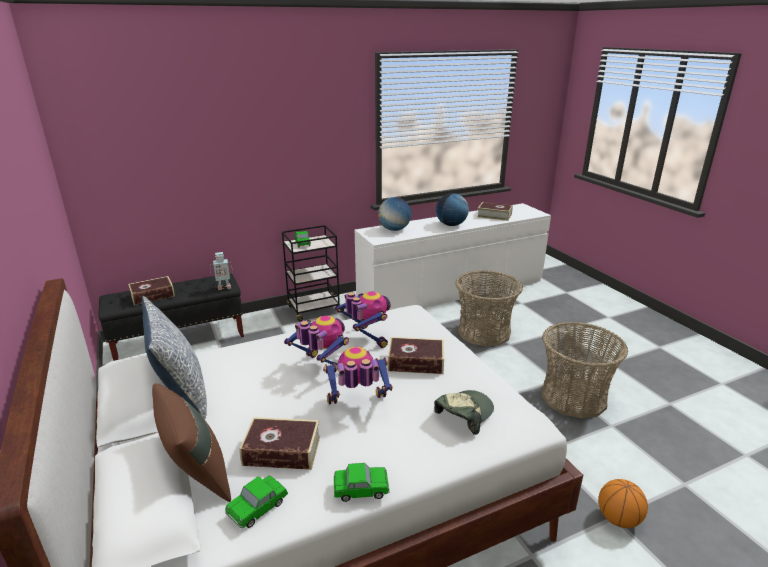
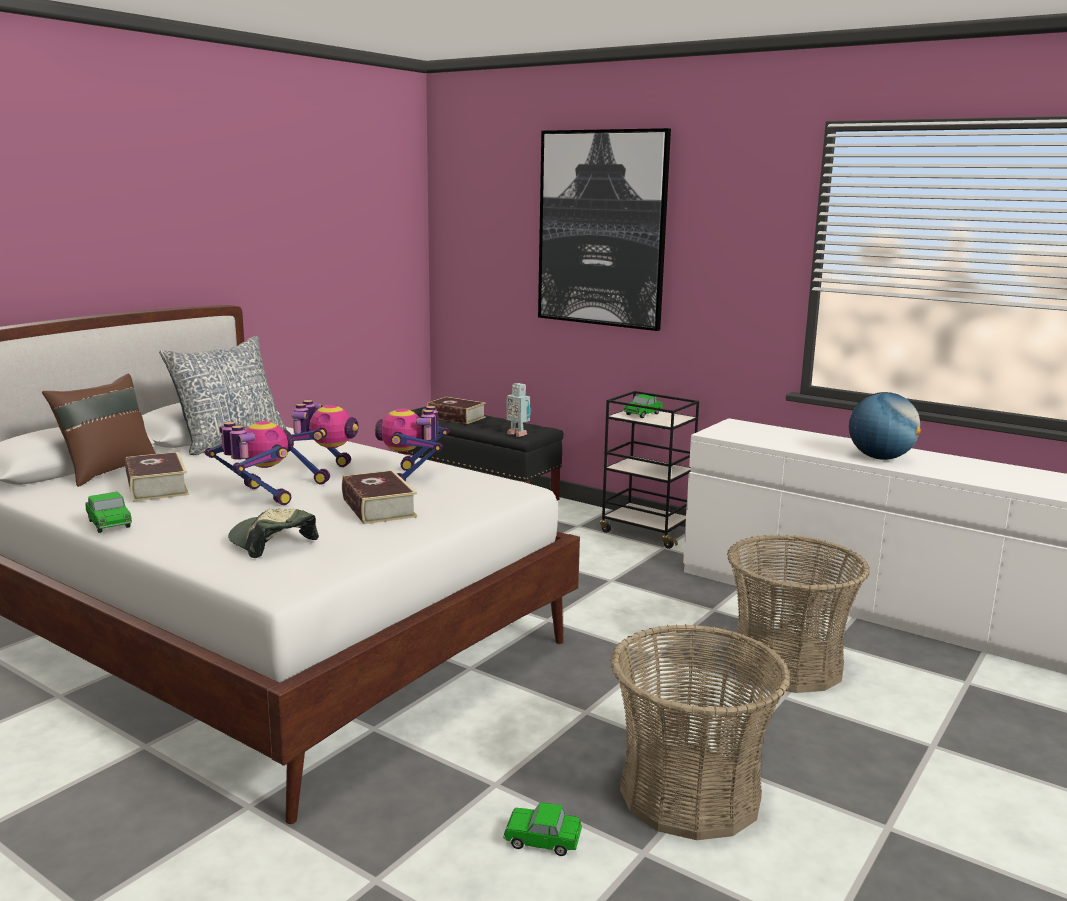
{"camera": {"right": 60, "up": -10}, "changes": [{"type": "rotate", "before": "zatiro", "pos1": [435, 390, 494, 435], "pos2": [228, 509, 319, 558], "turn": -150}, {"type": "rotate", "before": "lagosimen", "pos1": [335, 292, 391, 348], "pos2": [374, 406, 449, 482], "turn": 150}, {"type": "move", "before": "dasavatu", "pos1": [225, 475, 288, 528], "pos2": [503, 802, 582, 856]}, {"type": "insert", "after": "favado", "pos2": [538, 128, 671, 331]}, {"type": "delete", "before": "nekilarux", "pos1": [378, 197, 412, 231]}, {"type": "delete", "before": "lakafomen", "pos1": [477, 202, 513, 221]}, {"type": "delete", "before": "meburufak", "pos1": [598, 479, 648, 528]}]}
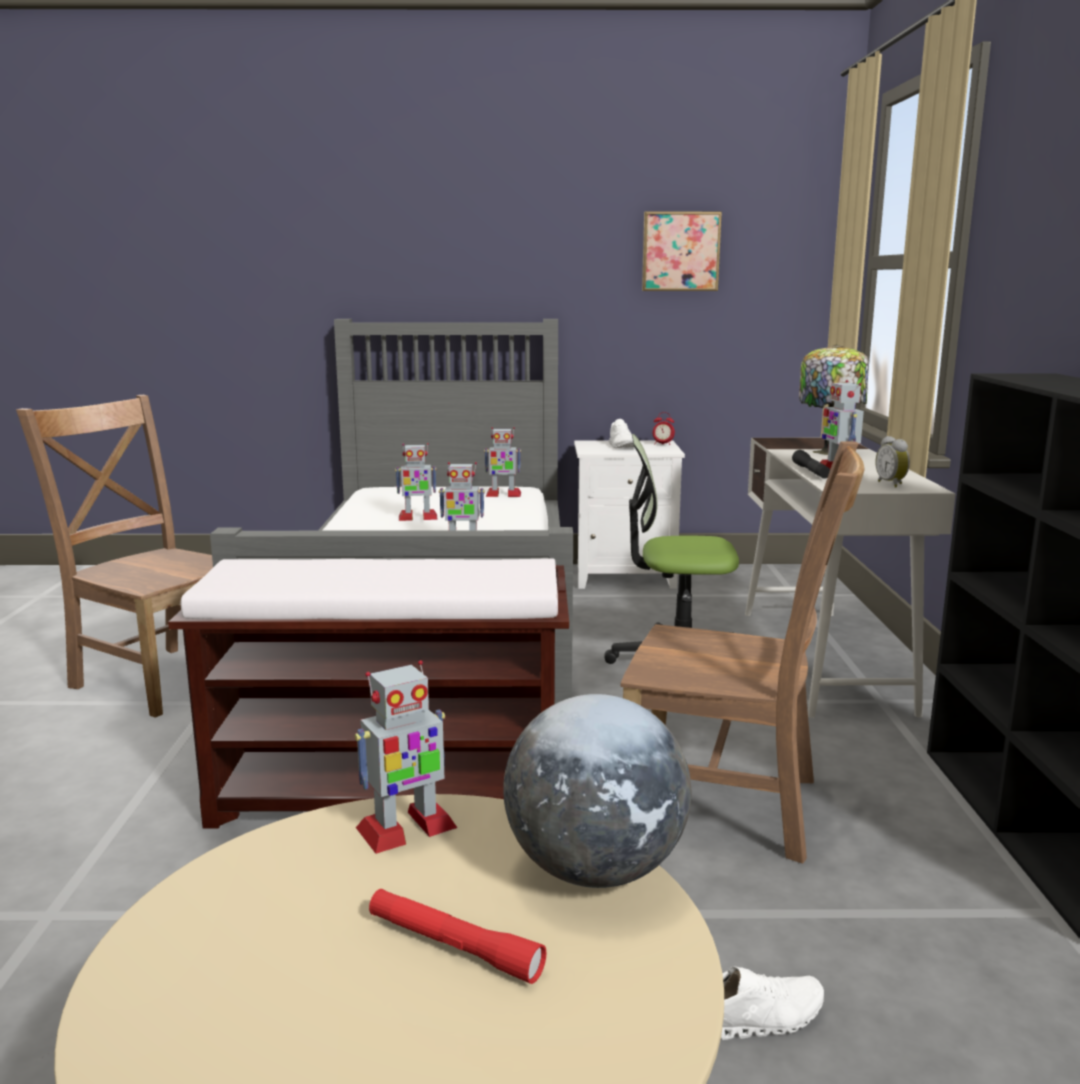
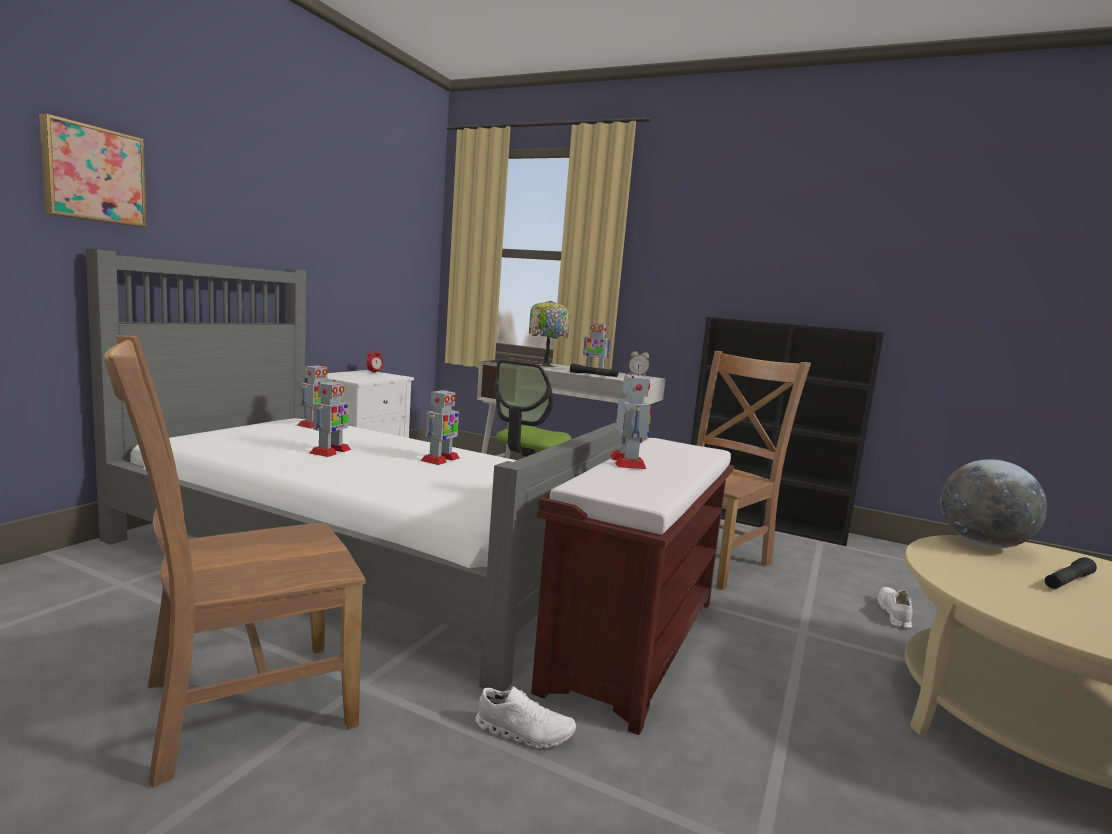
{"camera": {"right": -65, "up": -5}, "changes": [{"type": "move", "before": "favado", "pos1": [642, 212, 722, 291], "pos2": [39, 113, 146, 227]}, {"type": "move", "before": "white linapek", "pos1": [608, 419, 634, 448], "pos2": [476, 686, 576, 748]}, {"type": "move", "before": "lagosimen", "pos1": [354, 660, 457, 854], "pos2": [610, 372, 652, 469]}, {"type": "recolor", "before": "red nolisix", "after": "black nolisix", "pos1": [369, 889, 546, 984], "pos2": [1045, 557, 1097, 589]}]}
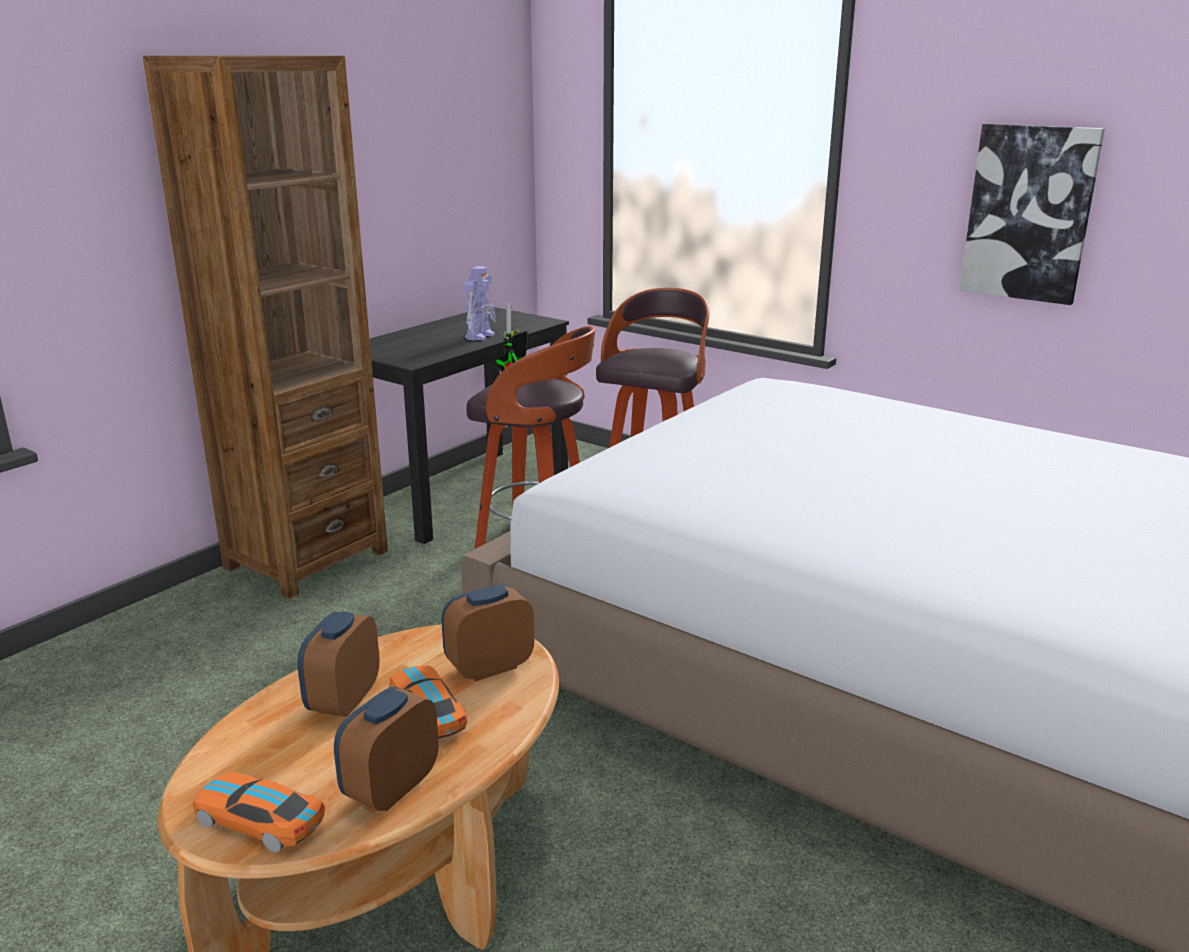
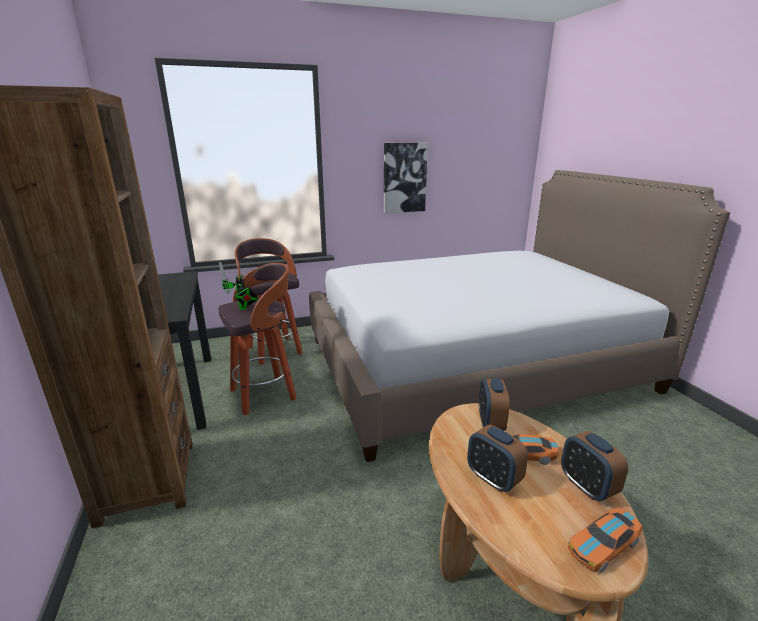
{"camera": {"right": -55, "up": 0}, "changes": [{"type": "delete", "before": "lagosimen", "pos1": [464, 266, 496, 340]}]}
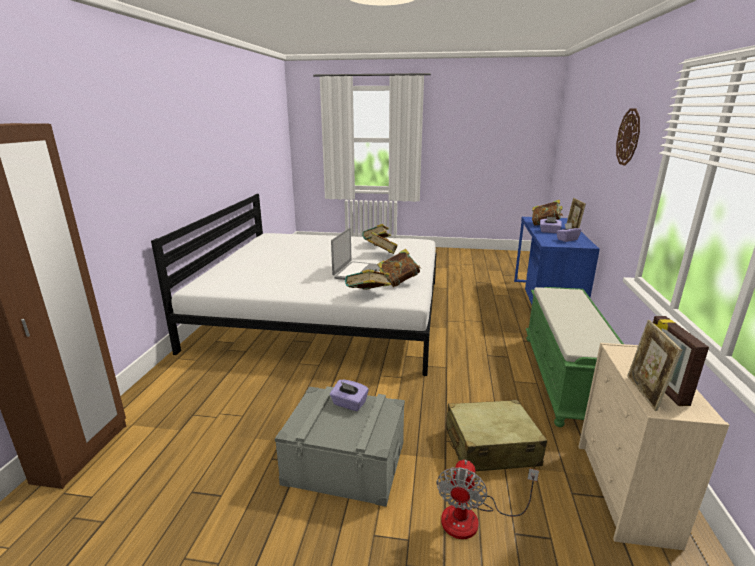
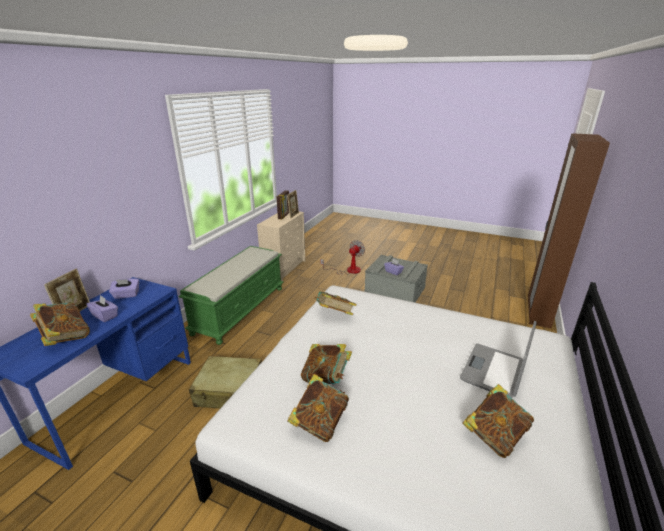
{"camera": {"right": -165, "up": 5}, "changes": [{"type": "move", "before": "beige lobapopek", "pos1": [446, 400, 547, 471], "pos2": [189, 356, 262, 409]}, {"type": "move", "before": "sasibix", "pos1": [331, 228, 380, 280], "pos2": [460, 321, 537, 398]}, {"type": "move", "before": "lakafomen", "pos1": [345, 269, 391, 290], "pos2": [462, 384, 534, 458]}, {"type": "delete", "before": "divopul", "pos1": [616, 108, 640, 166]}]}
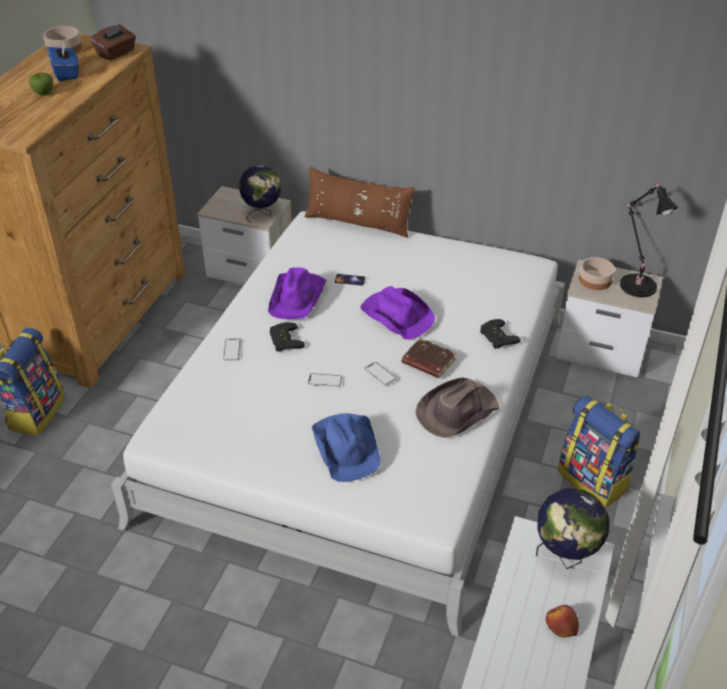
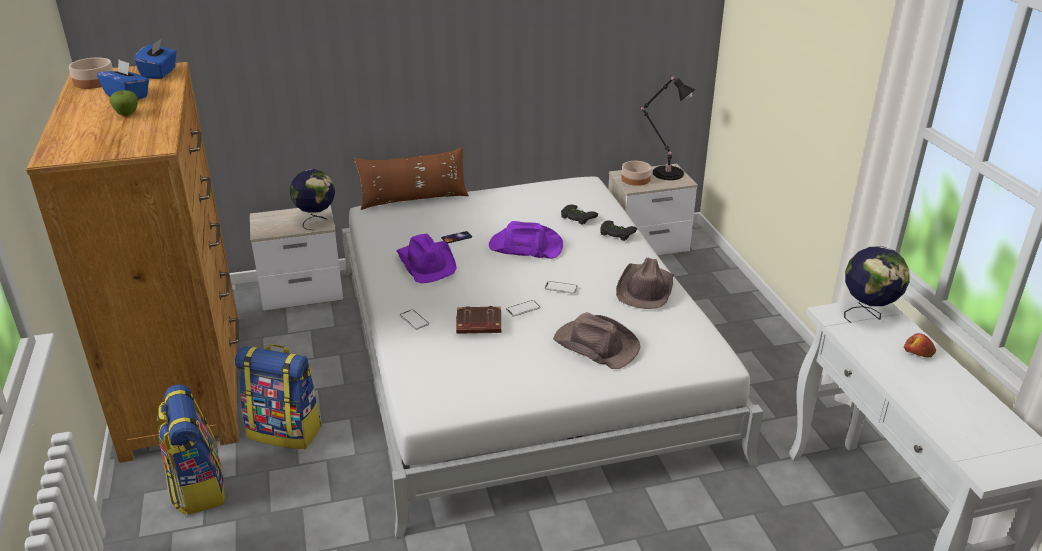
{"camera": {"right": -35, "up": -10}, "changes": [{"type": "recolor", "before": "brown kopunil", "after": "blue kopunil", "pos1": [91, 23, 136, 61], "pos2": [134, 38, 177, 79]}, {"type": "move", "before": "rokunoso", "pos1": [558, 395, 641, 508], "pos2": [235, 344, 322, 449]}, {"type": "move", "before": "brown lakafomen", "pos1": [402, 338, 456, 378], "pos2": [456, 306, 501, 334]}, {"type": "recolor", "before": "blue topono", "after": "brown topono", "pos1": [312, 413, 381, 482], "pos2": [553, 312, 641, 369]}, {"type": "move", "before": "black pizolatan", "pos1": [270, 322, 305, 352], "pos2": [561, 205, 598, 225]}]}
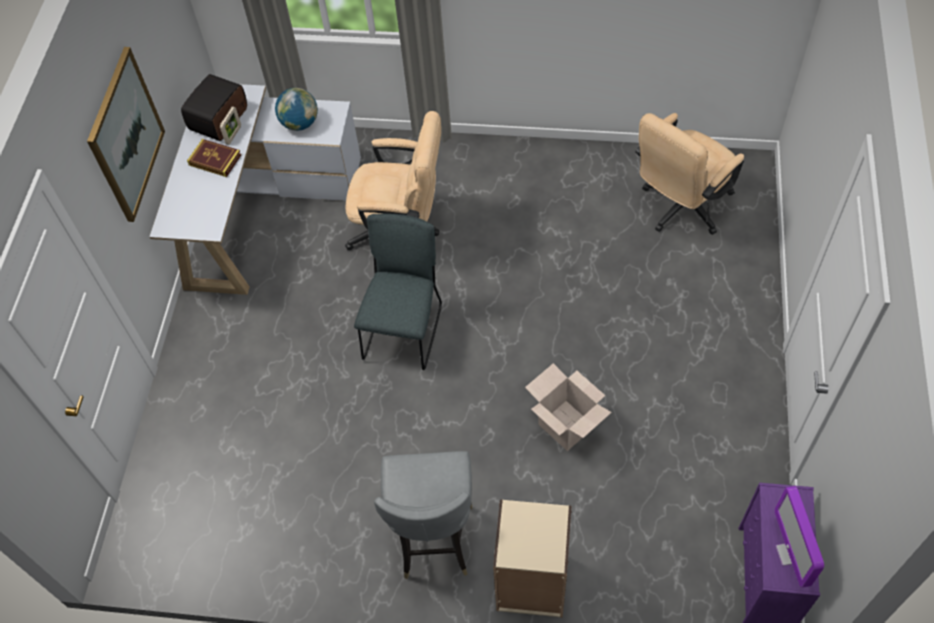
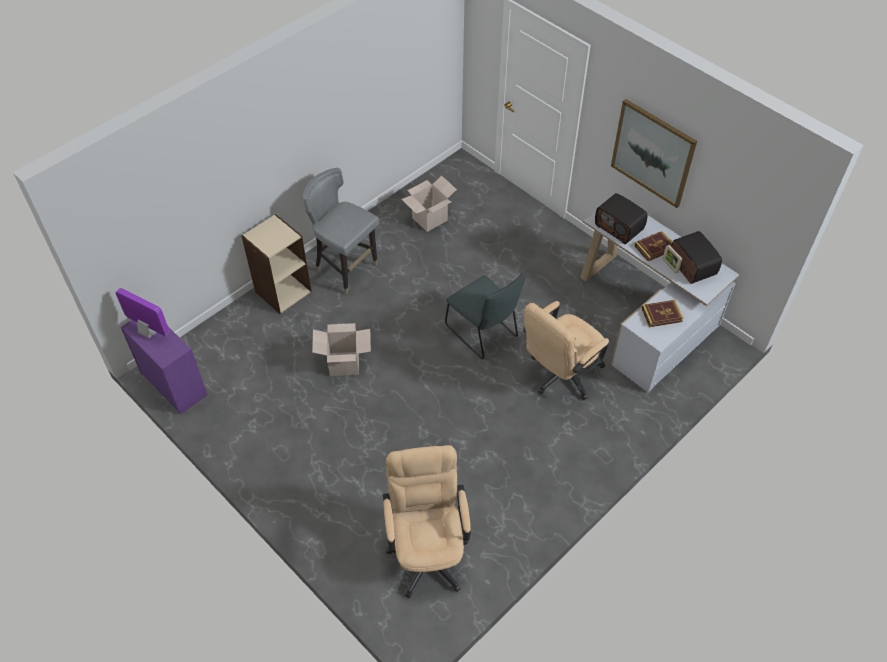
{"camera": {"right": 125, "up": -5}, "changes": [{"type": "insert", "after": "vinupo", "pos2": [401, 176, 457, 232]}, {"type": "insert", "after": "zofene", "pos2": [595, 193, 648, 244]}, {"type": "replace", "before": "nekilarux", "after": "lakafomen", "pos1": [275, 88, 318, 131], "pos2": [642, 300, 683, 327]}]}
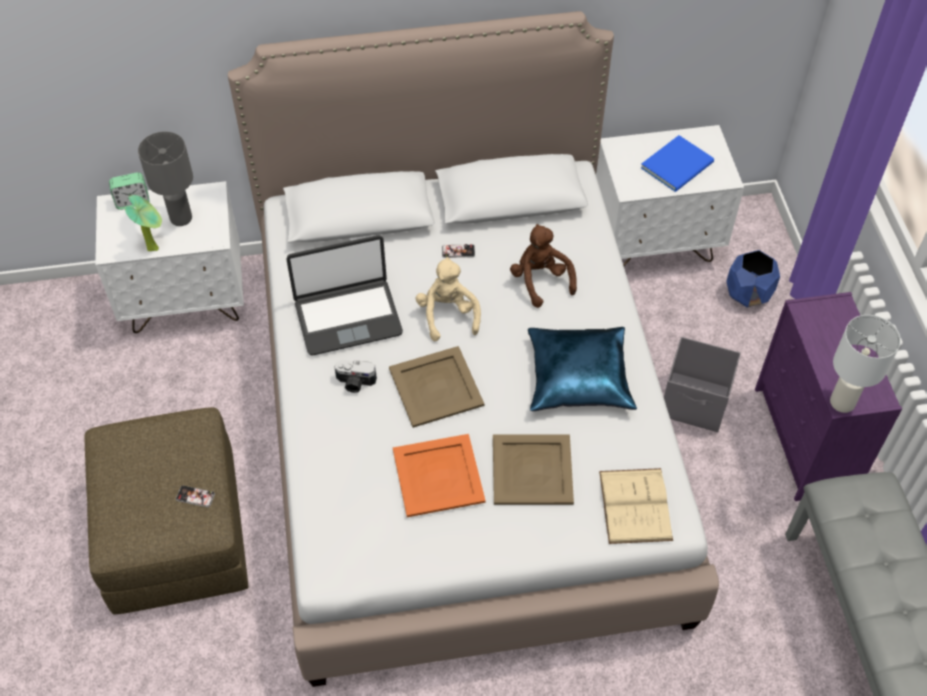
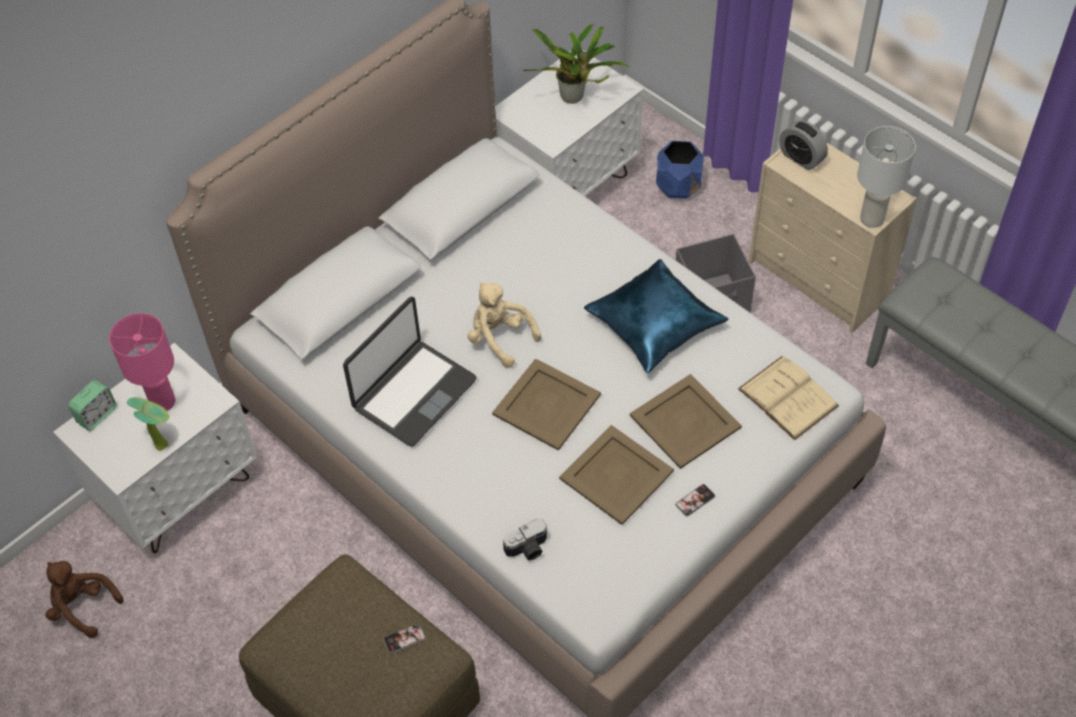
{"camera": {"right": -35, "up": 0}, "changes": [{"type": "move", "before": "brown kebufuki", "pos1": [510, 224, 577, 308], "pos2": [46, 561, 123, 638]}, {"type": "recolor", "before": "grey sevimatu", "after": "pink sevimatu", "pos1": [138, 131, 193, 226], "pos2": [109, 313, 175, 411]}, {"type": "move", "before": "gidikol", "pos1": [335, 360, 377, 393], "pos2": [503, 519, 547, 561]}, {"type": "replace", "before": "blue lakafomen", "after": "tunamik", "pos1": [641, 135, 714, 192], "pos2": [523, 24, 629, 104]}, {"type": "recolor", "before": "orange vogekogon", "after": "beige vogekogon", "pos1": [393, 434, 486, 517], "pos2": [559, 425, 674, 525]}, {"type": "move", "before": "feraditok", "pos1": [442, 244, 475, 258], "pos2": [675, 484, 715, 517]}, {"type": "recolor", "before": "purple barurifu", "after": "beige barurifu", "pos1": [755, 292, 902, 501], "pos2": [749, 143, 917, 333]}, {"type": "insert", "after": "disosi", "pos2": [779, 120, 828, 170]}]}
